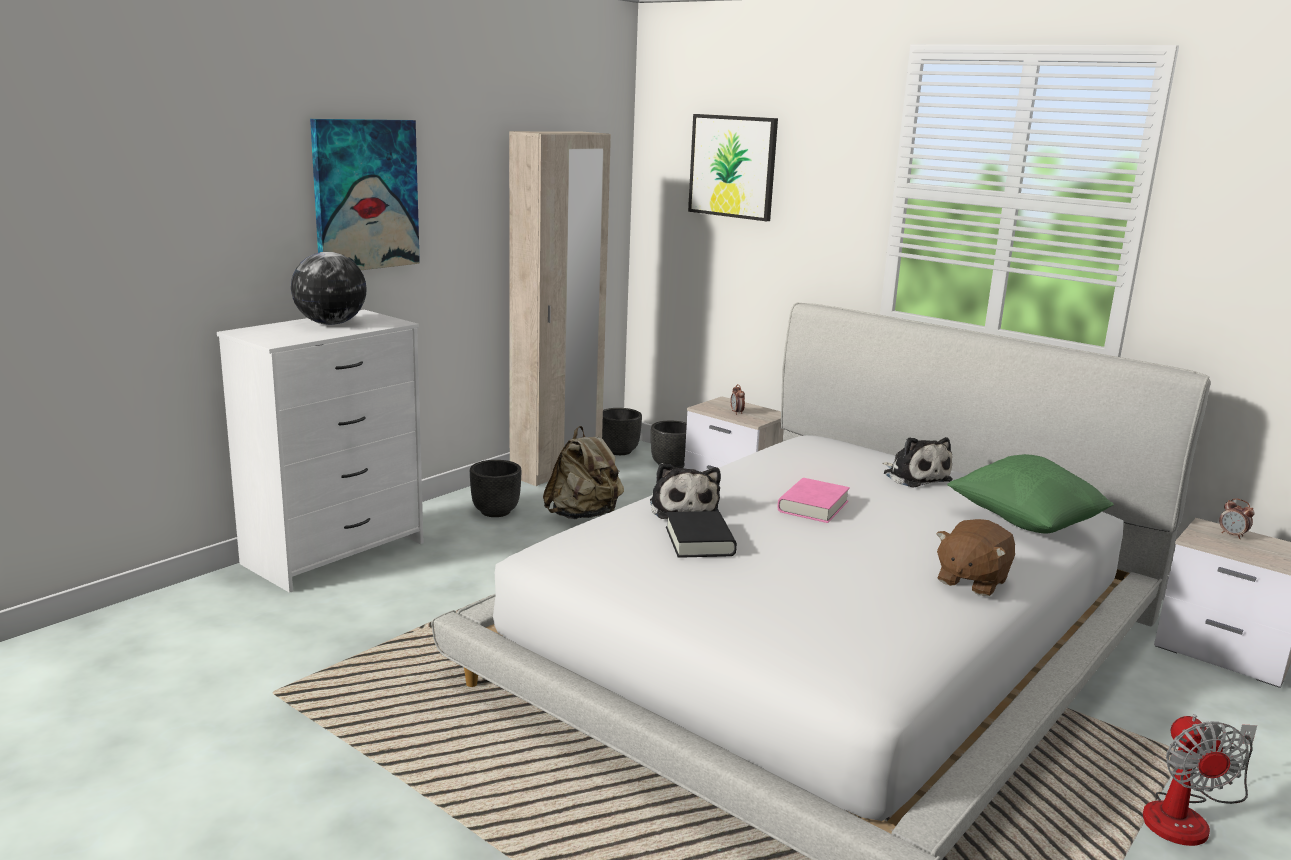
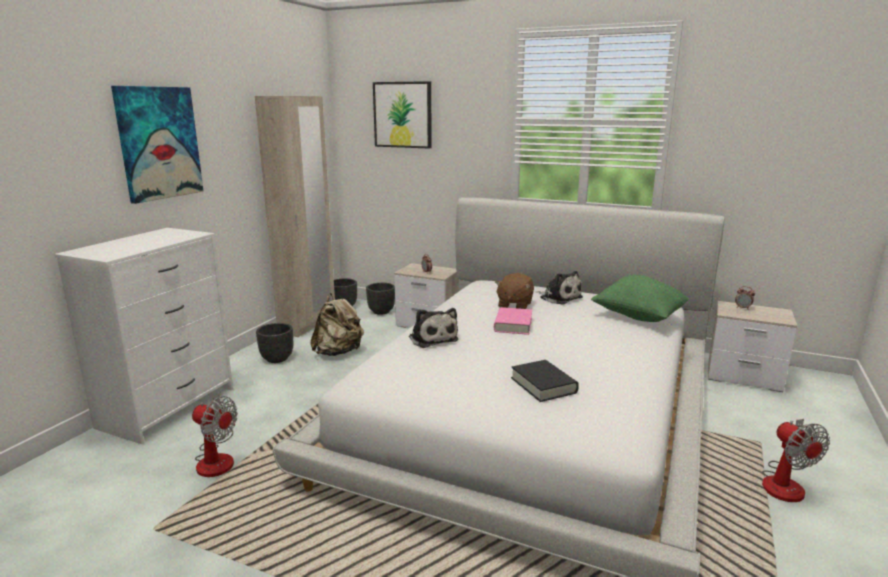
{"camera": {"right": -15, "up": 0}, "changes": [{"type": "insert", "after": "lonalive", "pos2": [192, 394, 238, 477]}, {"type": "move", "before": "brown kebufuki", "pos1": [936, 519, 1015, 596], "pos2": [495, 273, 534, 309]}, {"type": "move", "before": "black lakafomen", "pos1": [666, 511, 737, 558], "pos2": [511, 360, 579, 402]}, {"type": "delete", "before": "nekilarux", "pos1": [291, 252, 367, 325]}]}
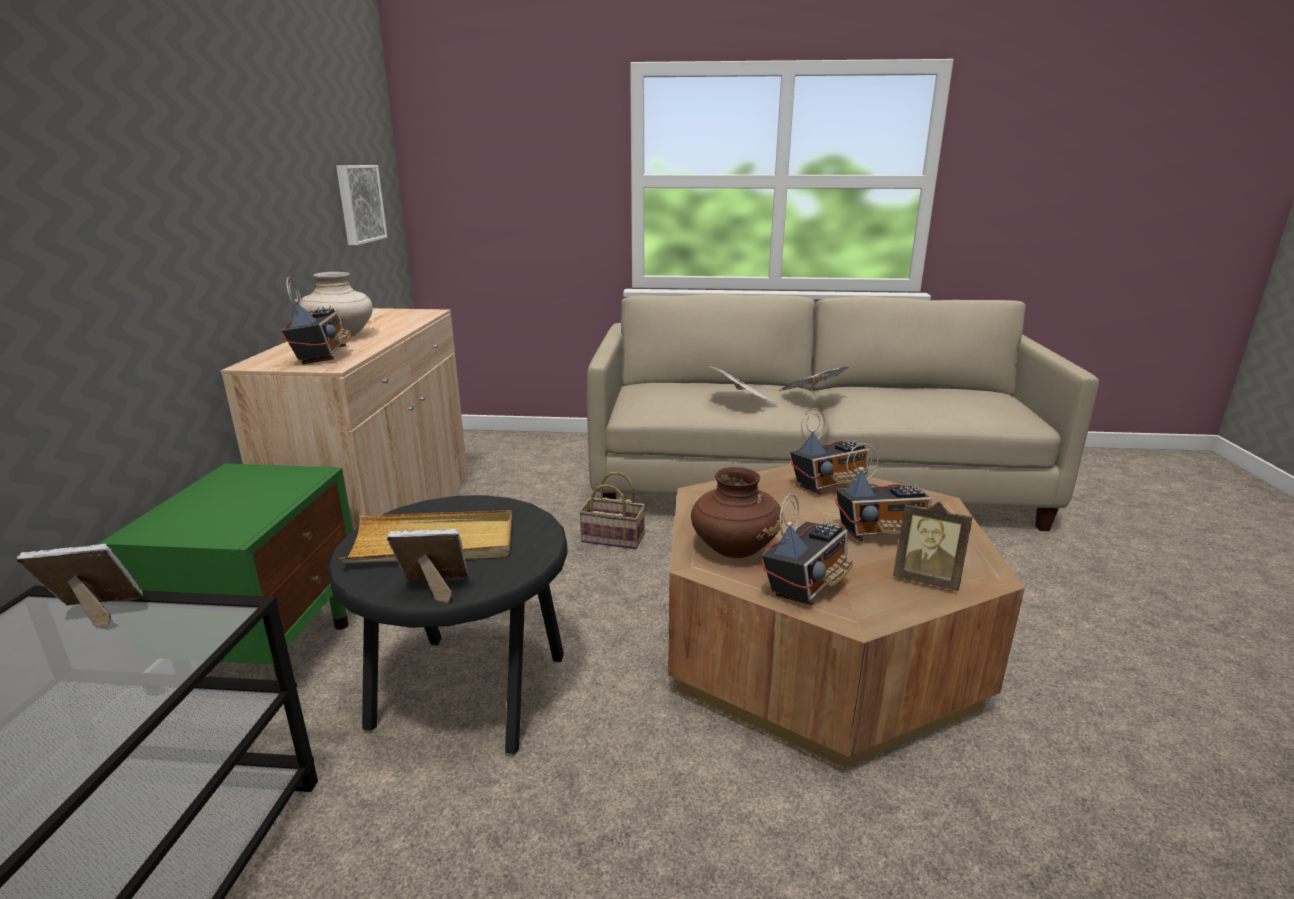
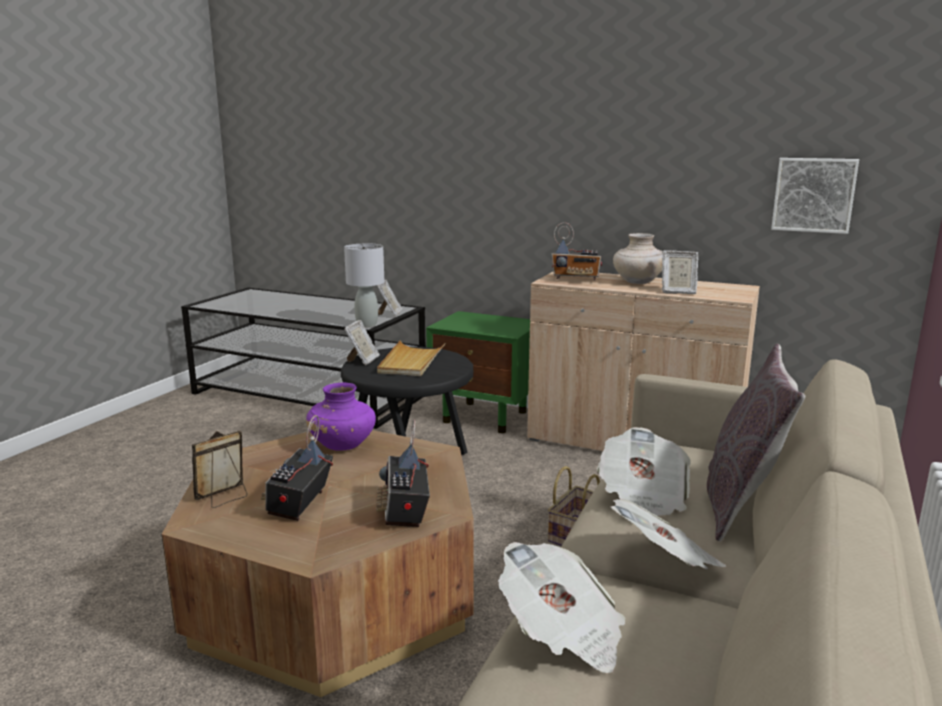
{"camera": {"right": 110, "up": -5}, "changes": [{"type": "recolor", "before": "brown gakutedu", "after": "purple gakutedu", "pos1": [691, 467, 783, 558], "pos2": [306, 383, 376, 451]}, {"type": "insert", "after": "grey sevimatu", "pos2": [344, 243, 385, 327]}, {"type": "insert", "after": "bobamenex", "pos2": [498, 542, 626, 673]}, {"type": "insert", "after": "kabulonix", "pos2": [662, 250, 698, 294]}, {"type": "insert", "after": "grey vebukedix", "pos2": [707, 344, 805, 541]}, {"type": "delete", "before": "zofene", "pos1": [762, 494, 853, 605]}]}
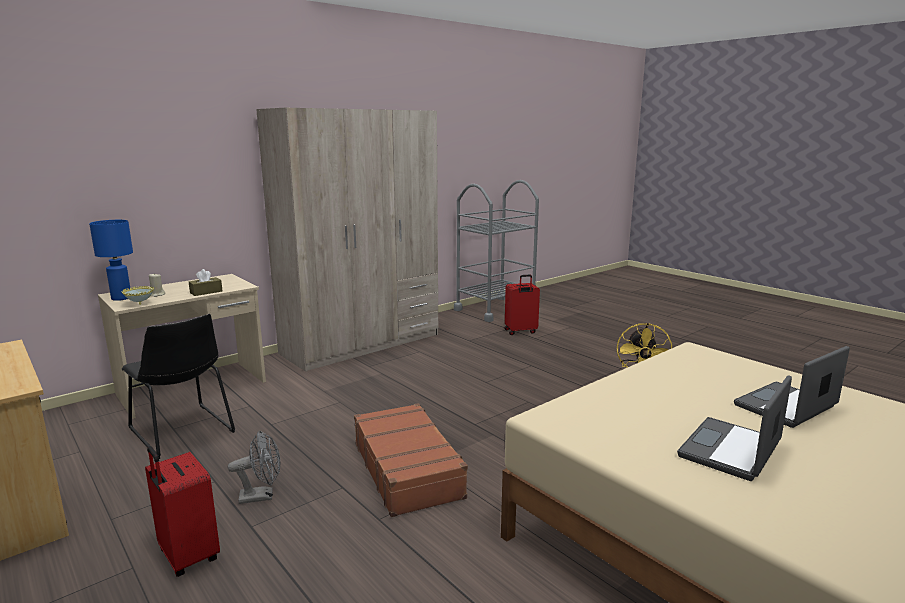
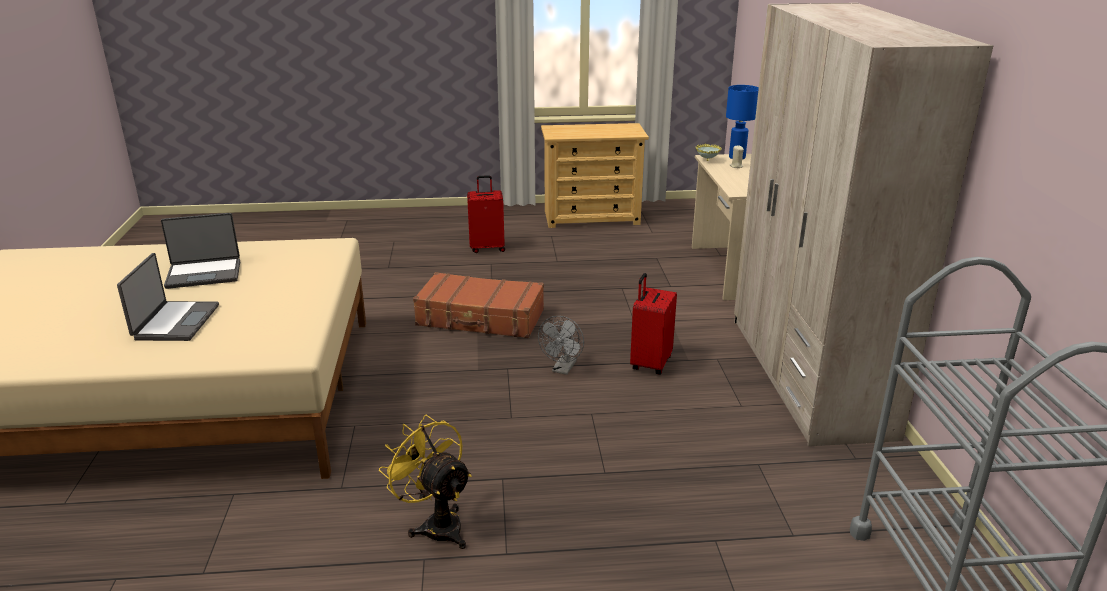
{"camera": {"right": 125, "up": 10}, "changes": [{"type": "rotate", "before": "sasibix", "pos1": [677, 375, 792, 481], "pos2": [161, 213, 240, 289], "turn": 90}, {"type": "move", "before": "grey lonalive", "pos1": [228, 431, 280, 504], "pos2": [538, 316, 584, 375]}, {"type": "move", "before": "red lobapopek", "pos1": [505, 275, 540, 335], "pos2": [630, 273, 677, 374]}, {"type": "delete", "before": "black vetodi", "pos1": [122, 314, 235, 459]}, {"type": "delete", "before": "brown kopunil", "pos1": [189, 269, 222, 296]}]}
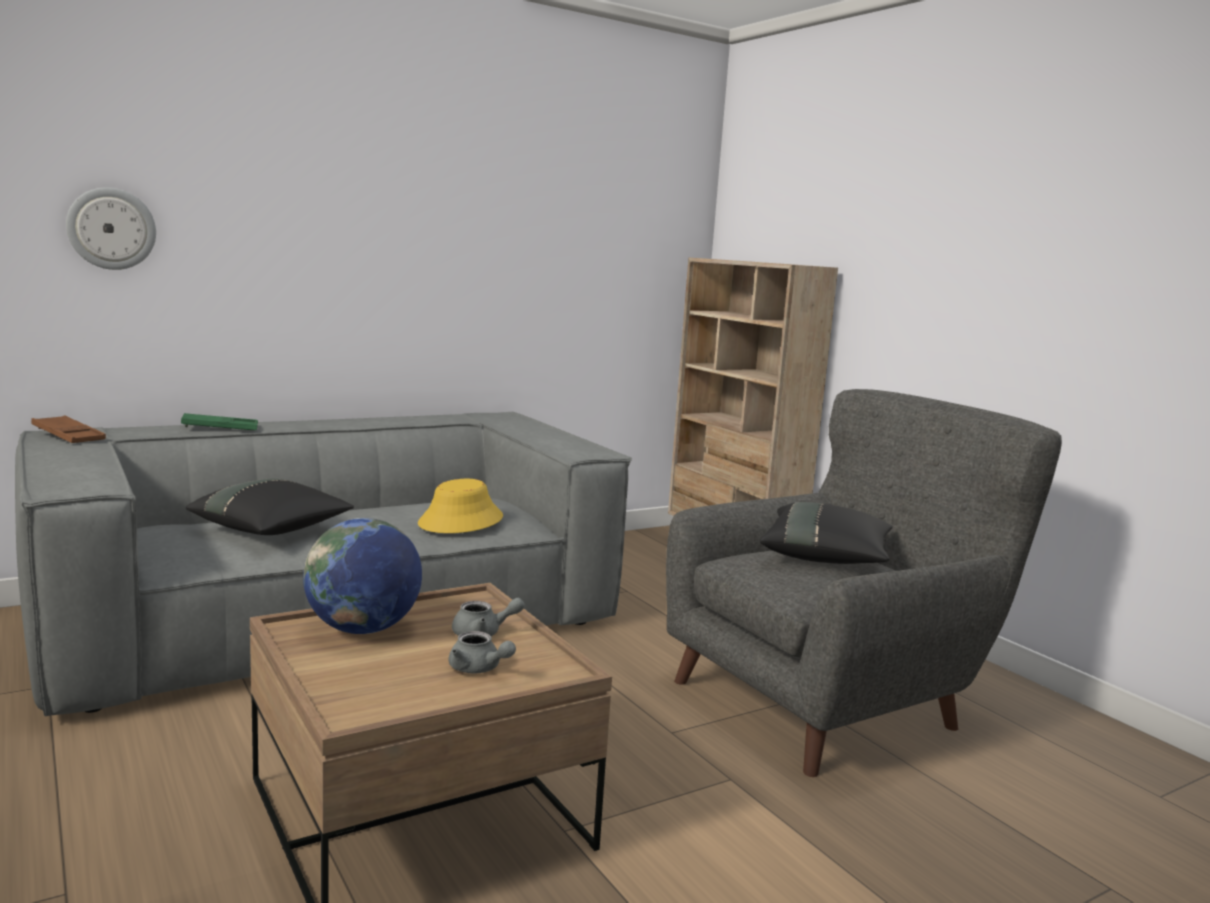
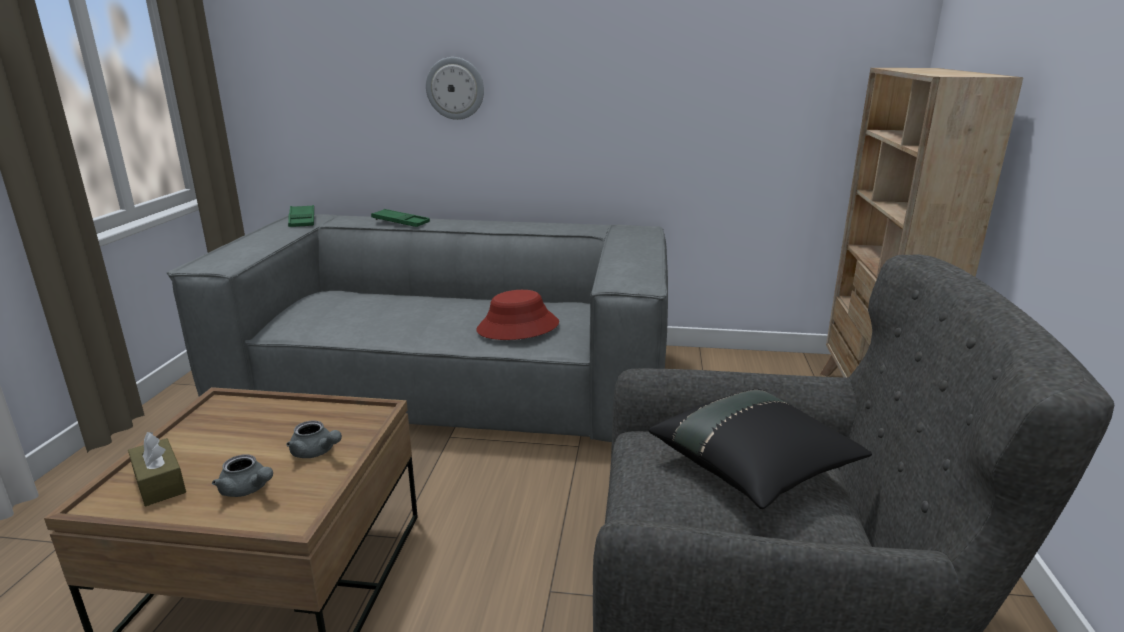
{"camera": {"right": 40, "up": 10}, "changes": [{"type": "insert", "after": "brown kopunil", "pos2": [128, 432, 186, 506]}, {"type": "rotate", "before": "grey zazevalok", "pos1": [449, 631, 516, 674], "pos2": [212, 454, 273, 497], "turn": -45}, {"type": "recolor", "before": "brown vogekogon", "after": "green vogekogon", "pos1": [31, 415, 106, 443], "pos2": [288, 205, 314, 227]}, {"type": "move", "before": "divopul", "pos1": [66, 187, 156, 270], "pos2": [426, 57, 484, 120]}, {"type": "recolor", "before": "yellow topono", "after": "red topono", "pos1": [418, 479, 503, 533], "pos2": [477, 290, 559, 340]}, {"type": "delete", "before": "black vebukedix", "pos1": [186, 479, 354, 535]}, {"type": "delete", "before": "nekilarux", "pos1": [303, 518, 422, 634]}]}
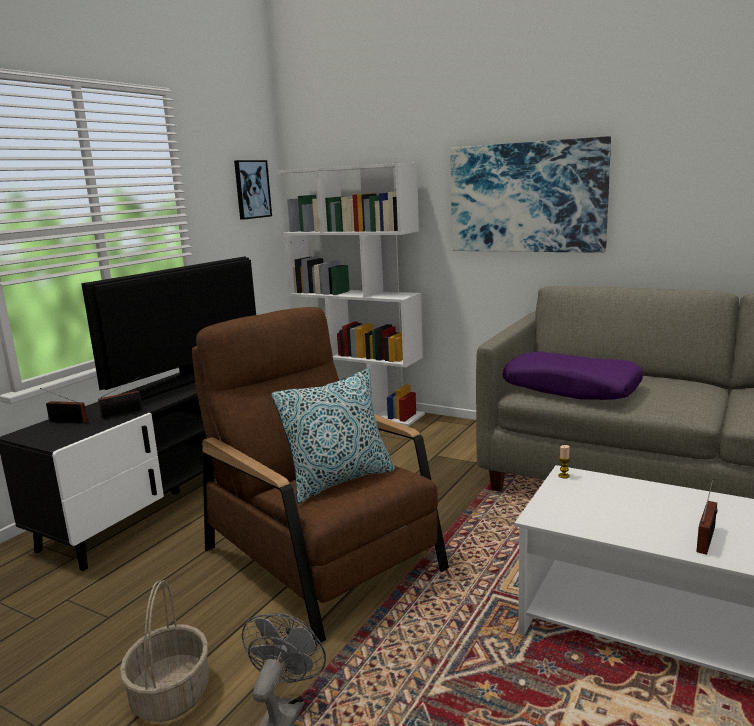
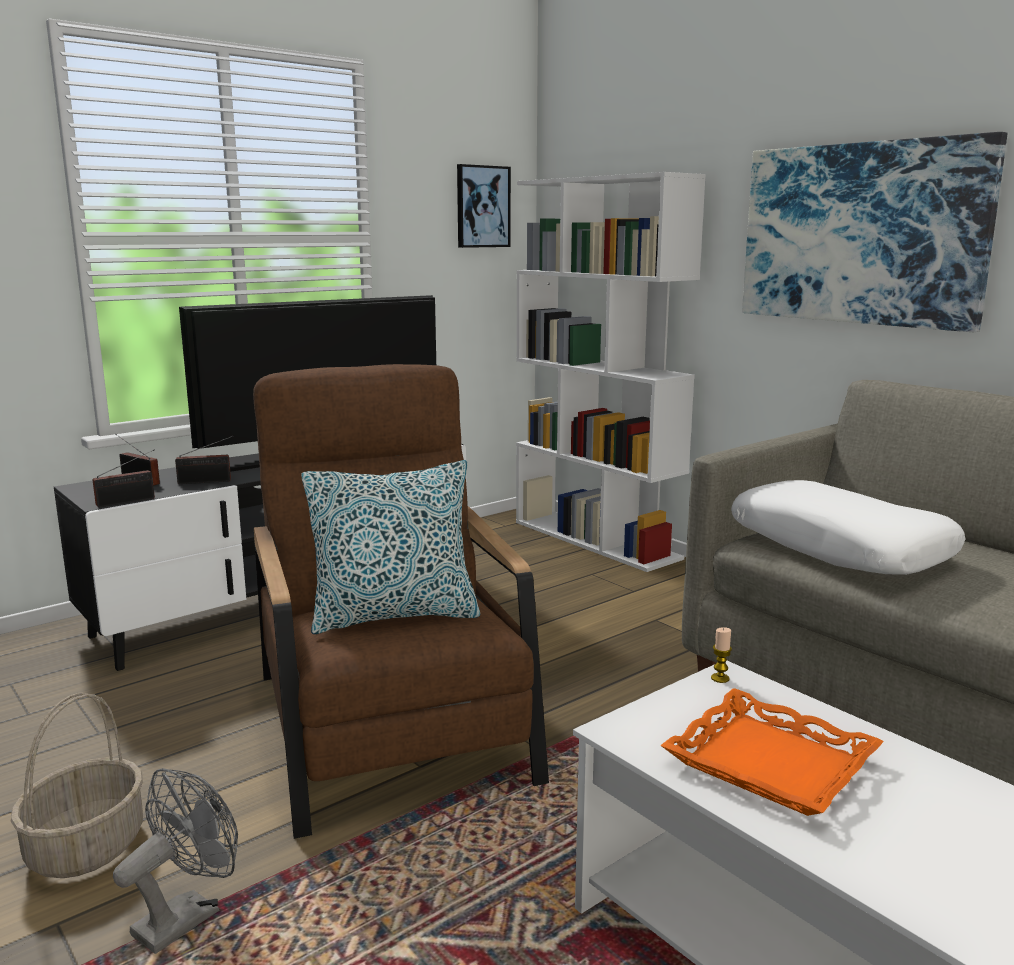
{"camera": {"right": 20, "up": 0}, "changes": [{"type": "move", "before": "zofene", "pos1": [696, 478, 718, 555], "pos2": [93, 450, 155, 508]}, {"type": "insert", "after": "orange vogekogon", "pos2": [660, 688, 884, 816]}, {"type": "recolor", "before": "purple vebukedix", "after": "white vebukedix", "pos1": [503, 352, 643, 400], "pos2": [731, 480, 966, 575]}]}
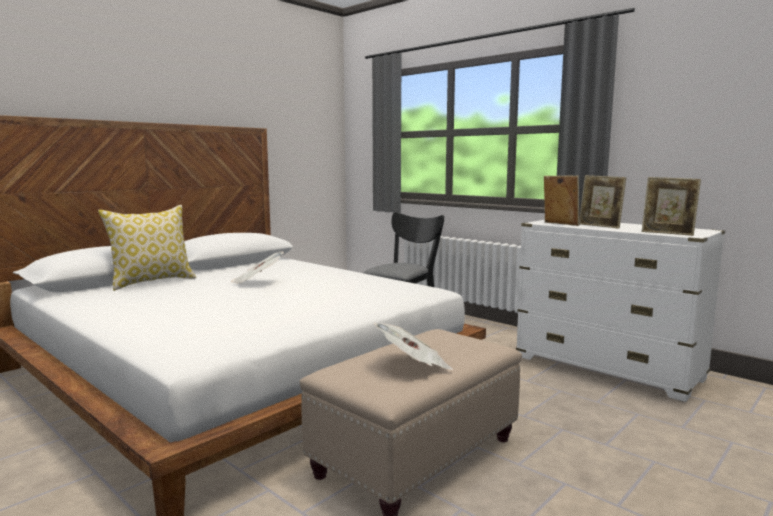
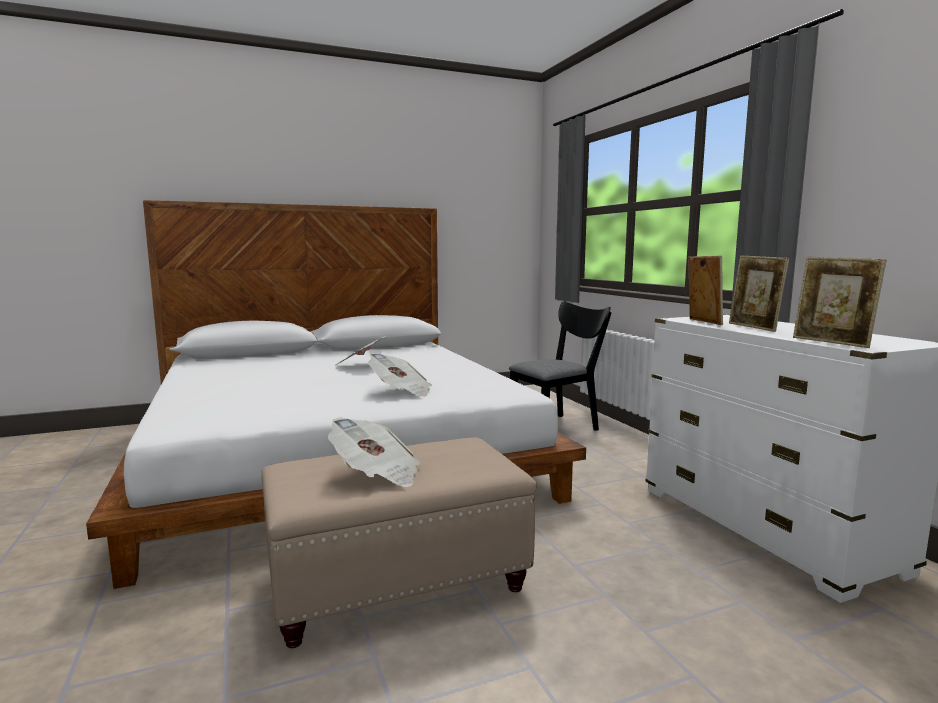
{"camera": {"right": 25, "up": 0}, "changes": [{"type": "insert", "after": "bobamenex", "pos2": [368, 353, 432, 397]}, {"type": "delete", "before": "vebukedix", "pos1": [98, 205, 196, 291]}]}
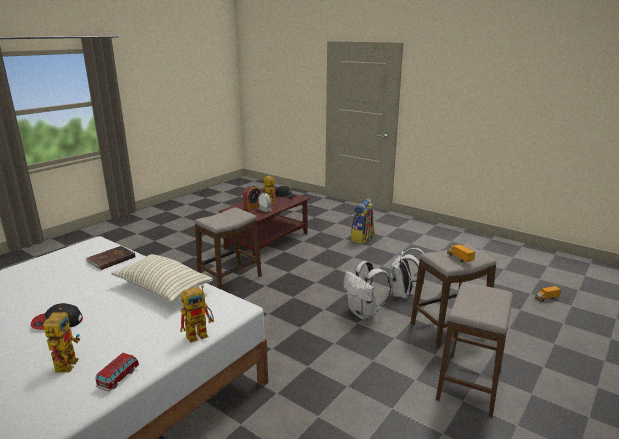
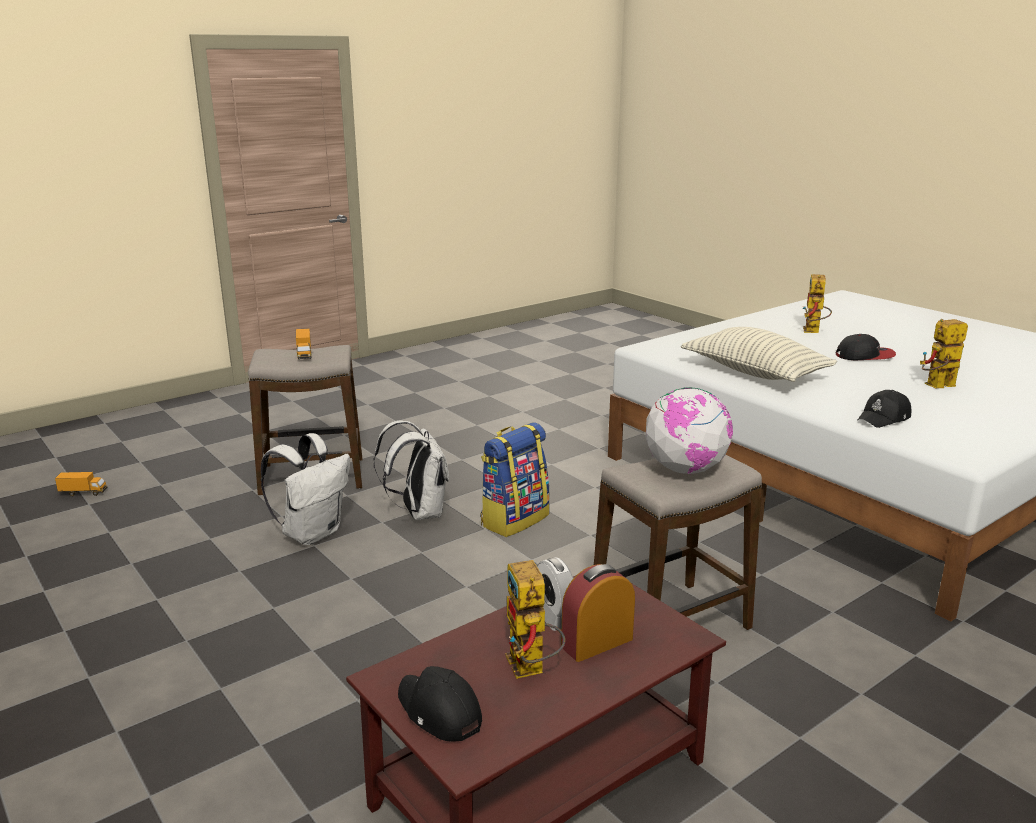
{"camera": {"right": -165, "up": 0}, "changes": [{"type": "move", "before": "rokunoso", "pos1": [351, 199, 375, 244], "pos2": [480, 423, 550, 537]}, {"type": "insert", "after": "nekilarux", "pos2": [646, 387, 733, 474]}, {"type": "replace", "before": "brown lakafomen", "after": "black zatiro", "pos1": [85, 246, 135, 270], "pos2": [858, 390, 911, 428]}, {"type": "move", "before": "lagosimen", "pos1": [180, 285, 214, 343], "pos2": [920, 319, 968, 388]}, {"type": "delete", "before": "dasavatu", "pos1": [95, 353, 139, 392]}, {"type": "delete", "before": "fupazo", "pos1": [436, 282, 513, 418]}]}
